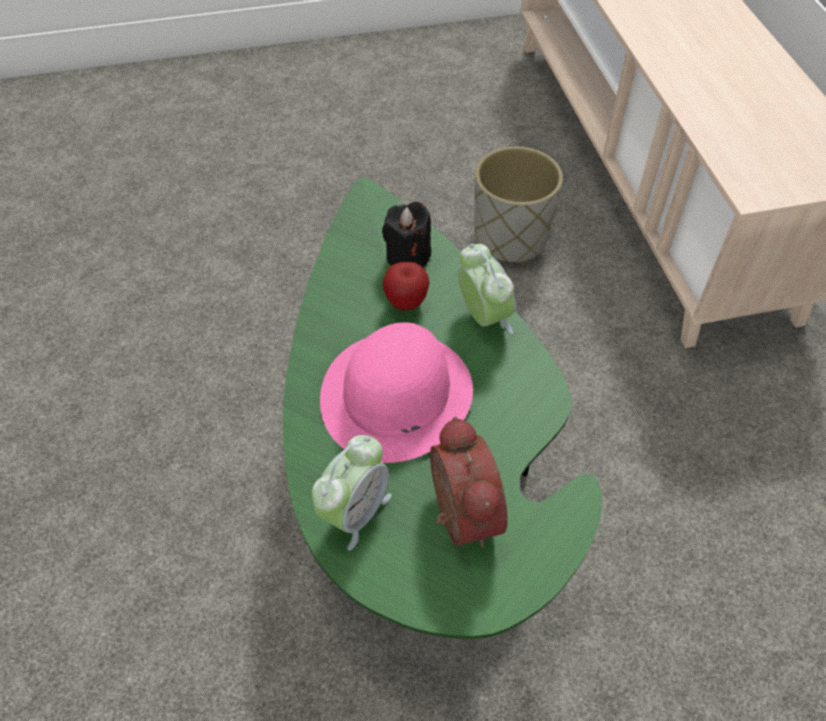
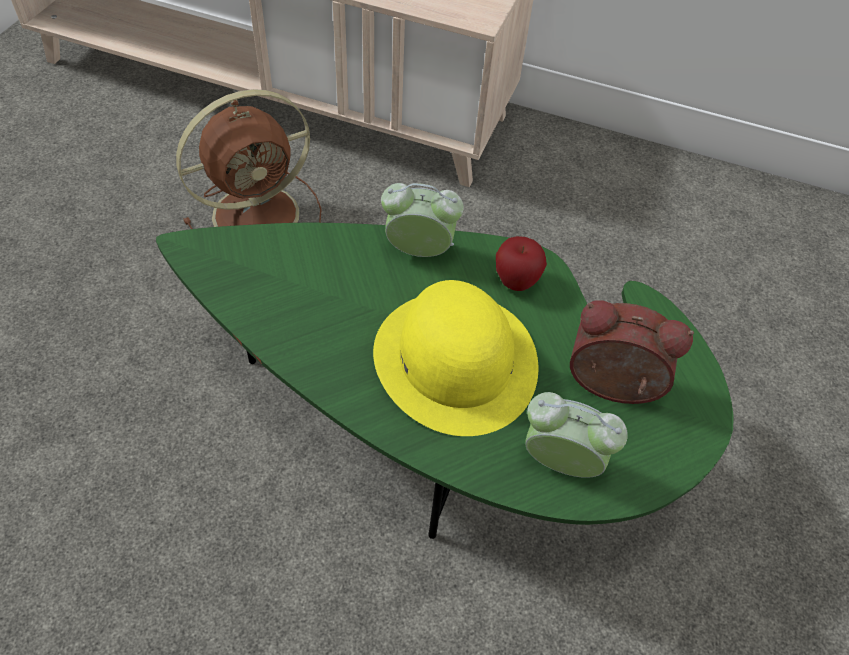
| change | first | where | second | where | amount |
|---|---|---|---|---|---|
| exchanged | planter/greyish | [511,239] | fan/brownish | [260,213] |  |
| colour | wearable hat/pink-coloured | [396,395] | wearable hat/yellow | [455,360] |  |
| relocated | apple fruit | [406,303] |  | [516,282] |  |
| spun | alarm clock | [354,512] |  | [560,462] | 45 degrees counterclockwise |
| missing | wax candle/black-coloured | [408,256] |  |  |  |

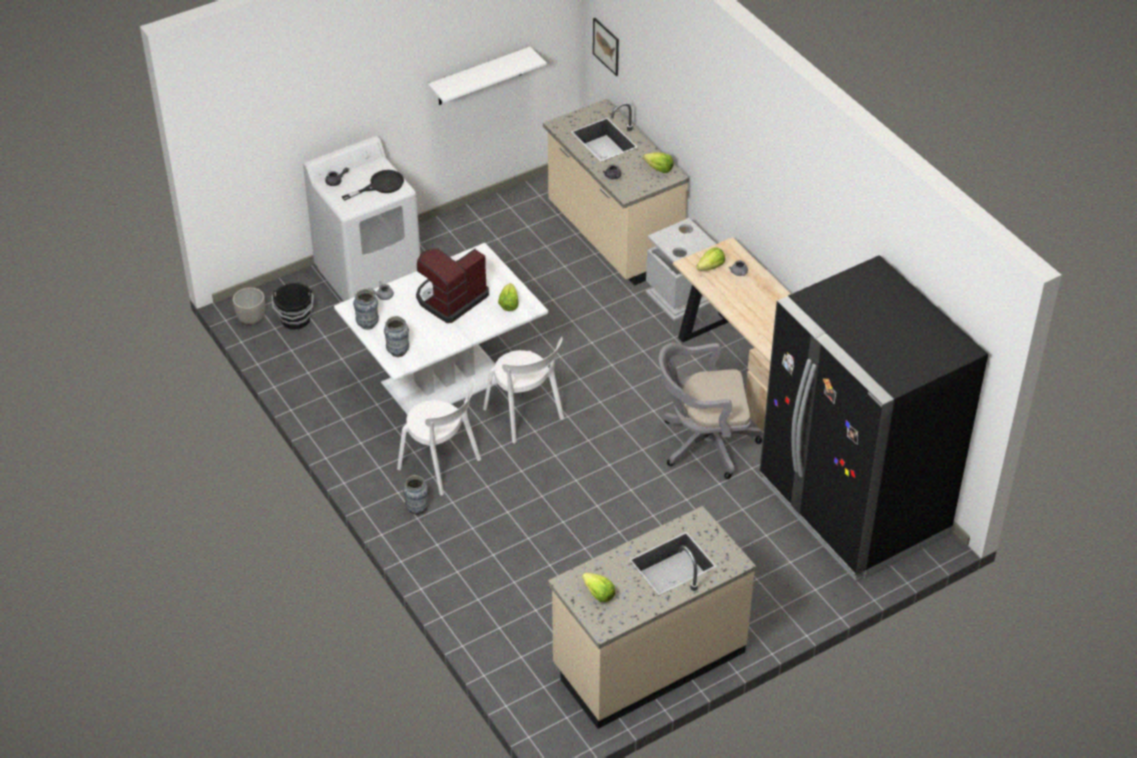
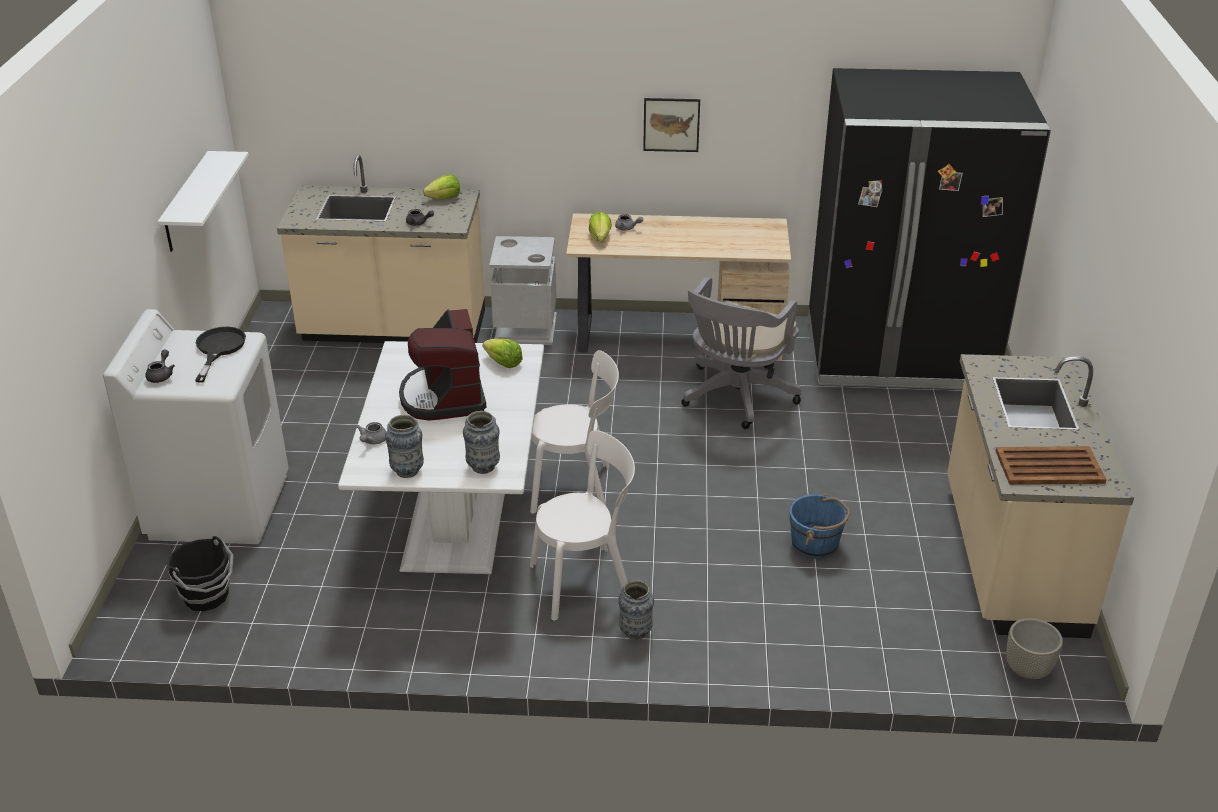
| change | first | where | second | where | amount |
|---|---|---|---|---|---|
| relocated | wall art | [606,46] |  | [671,124] |  |
| appeared |  |  | water bucket/bluish | [815,544] |  |
| exchanged | head of lettuce | [598,594] | carrying tray/brownish | [1050,467] |  |
| relocated | planter/greyish | [251,319] |  | [1028,670] |  |

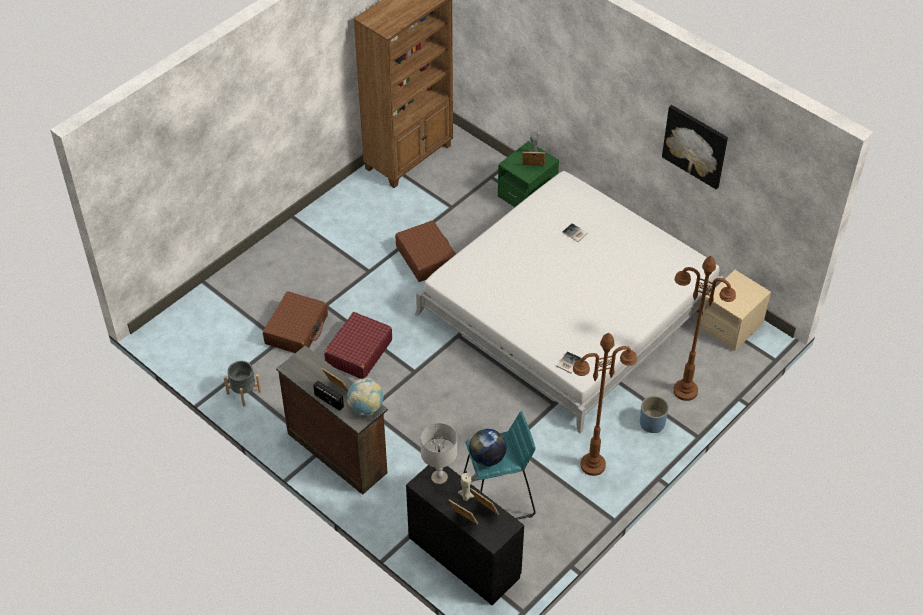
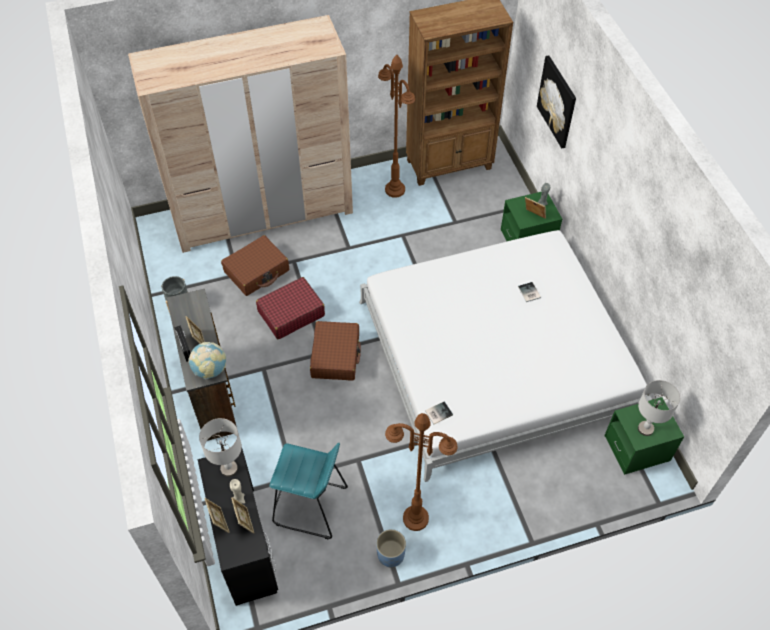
| change | first | where | second | where | amount |
|---|---|---|---|---|---|
| appeared |  |  | wardrobe/sand-coloured | [263,213] |  |
| relocated | piece of luggage/brownish | [426,257] |  | [335,356] |  |
| relocated | planter/bluish | [652,423] |  | [390,554] |  |
| relocated | standing lamp/brownish | [685,391] |  | [394,190] |  |
| relocated | wall art | [695,146] |  | [557,101] |  |
| colour | nightstand/sand-coloured | [731,326] | nightstand/greenish | [637,448] |  |
| appeared |  |  | table lamp/greyish | [645,429] |  |
| missing | desk globe | [487,458] |  |  |  |

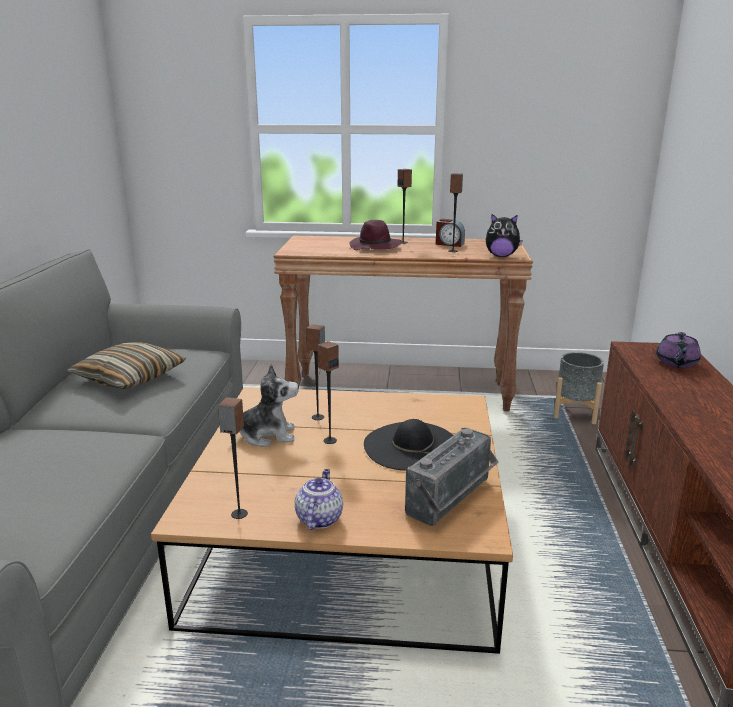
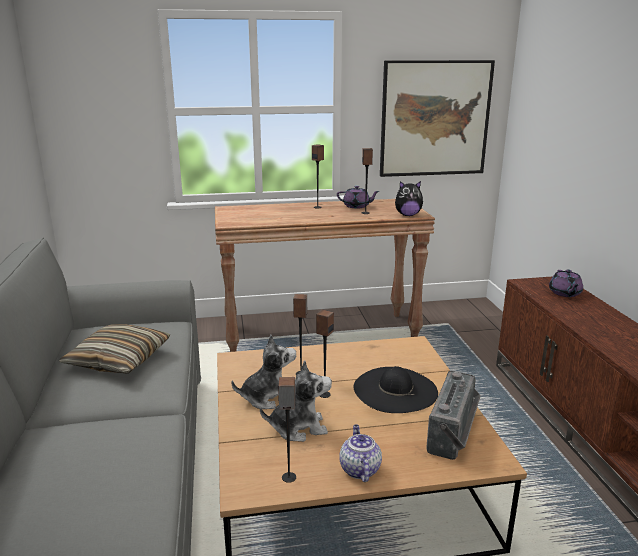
| change | first | where | second | where | amount |
|---|---|---|---|---|---|
| appeared |  |  | plush toy | [298,427] |  |
| exchanged | alarm clock | [449,244] | tea pot/purplish | [357,206] |  |
| appeared |  |  | wall art | [434,119] |  |
| missing | wearable hat/purplish | [375,247] |  |  |  |
| missing | planter/greyish | [575,412] |  |  |  |

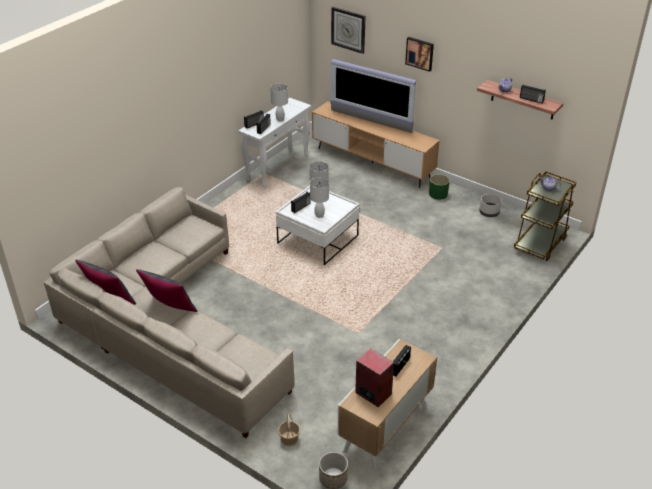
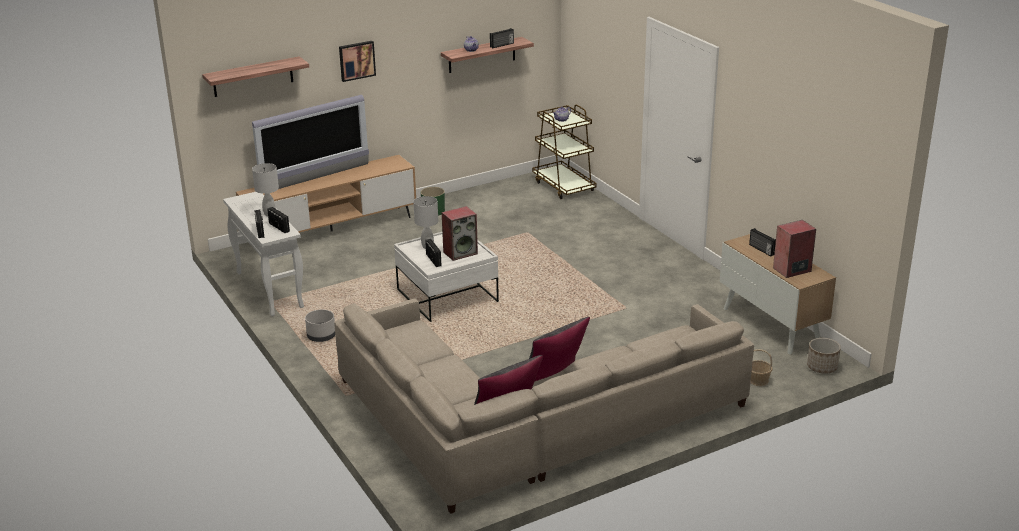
| change | first | where | second | where | amount |
|---|---|---|---|---|---|
| exchanged | hanging clock | [348,29] | wall shelf | [253,77] |  |
| relocated | planter/greyish | [489,212] |  | [321,336] |  |
| exchanged | table lamp/white-coloured | [319,215] | speaker | [460,252] |  |

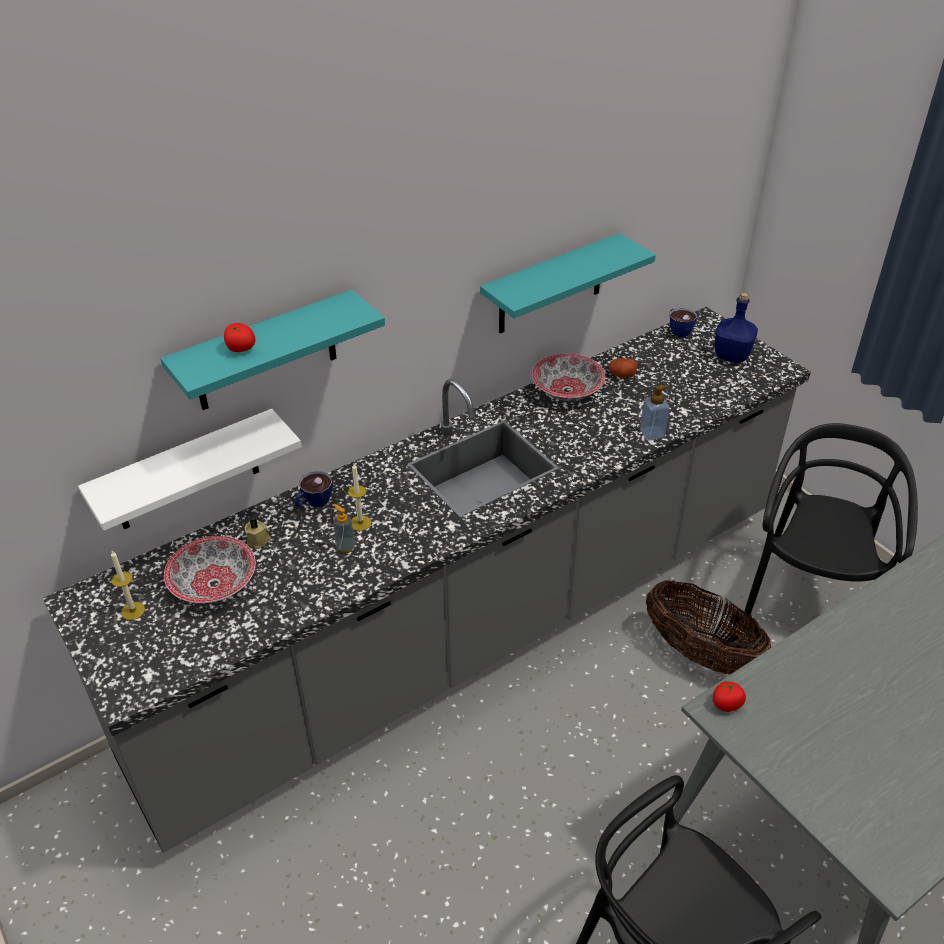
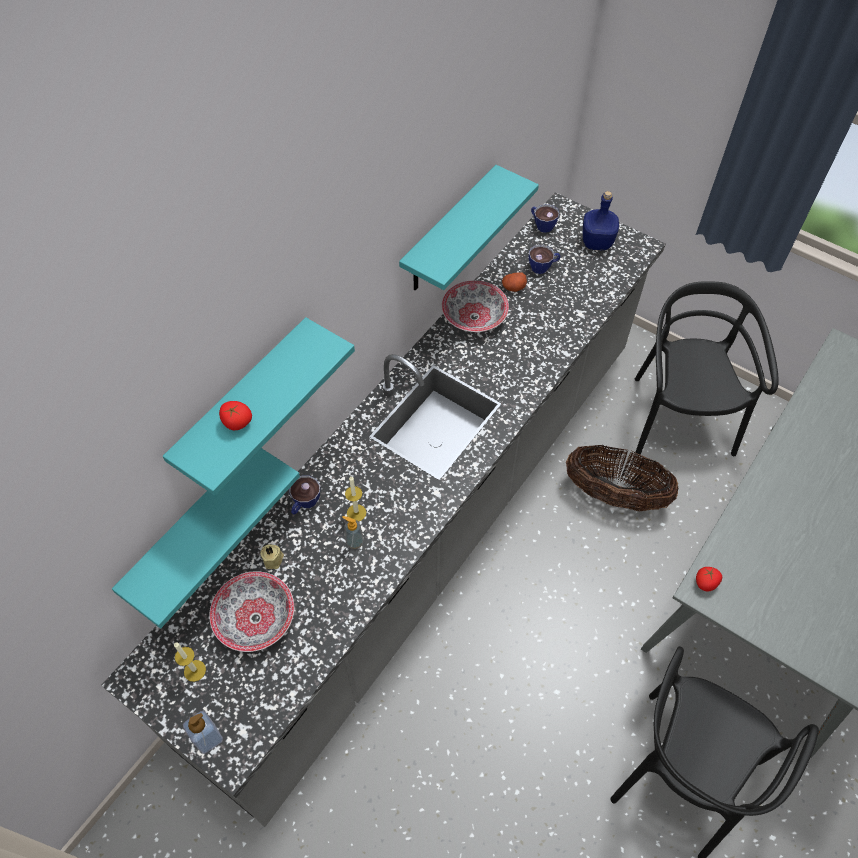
| change | first | where | second | where | amount |
|---|---|---|---|---|---|
| colour | wall shelf/white-coloured | [186,472] | wall shelf/turquoise | [194,528] |  |
| relocated | liquid soap bottle | [652,433] |  | [208,738] |  |
| appeared |  |  | small cup | [543,267] |  |

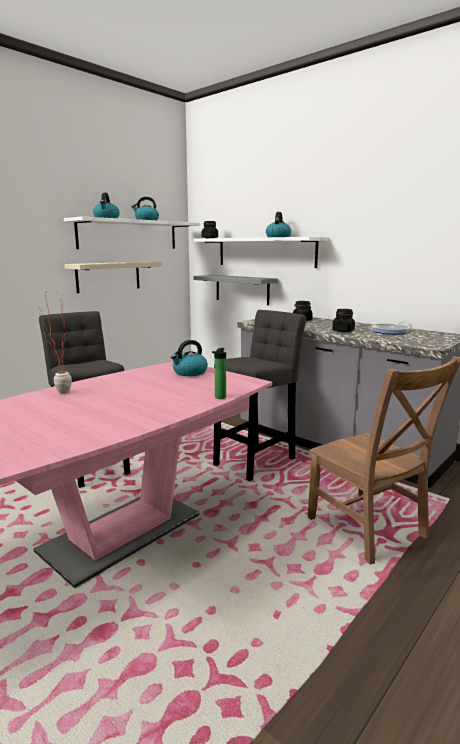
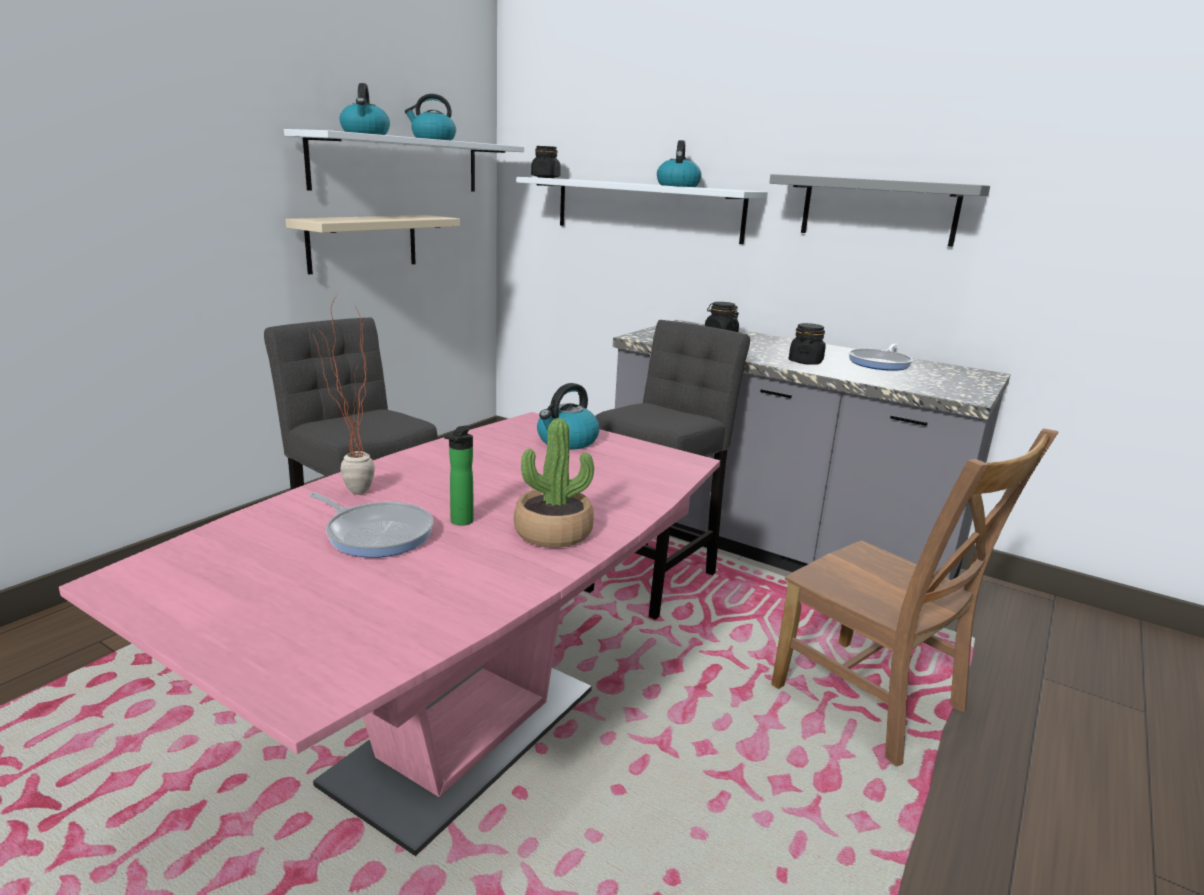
| change | first | where | second | where | amount |
|---|---|---|---|---|---|
| appeared |  |  | skillet | [376,533] |  |
| relocated | drink bottle | [219,397] |  | [460,522] |  |
| appeared |  |  | houseplant | [553,533] |  |
| relocated | wall shelf/greyish | [242,289] |  | [878,210] |  |

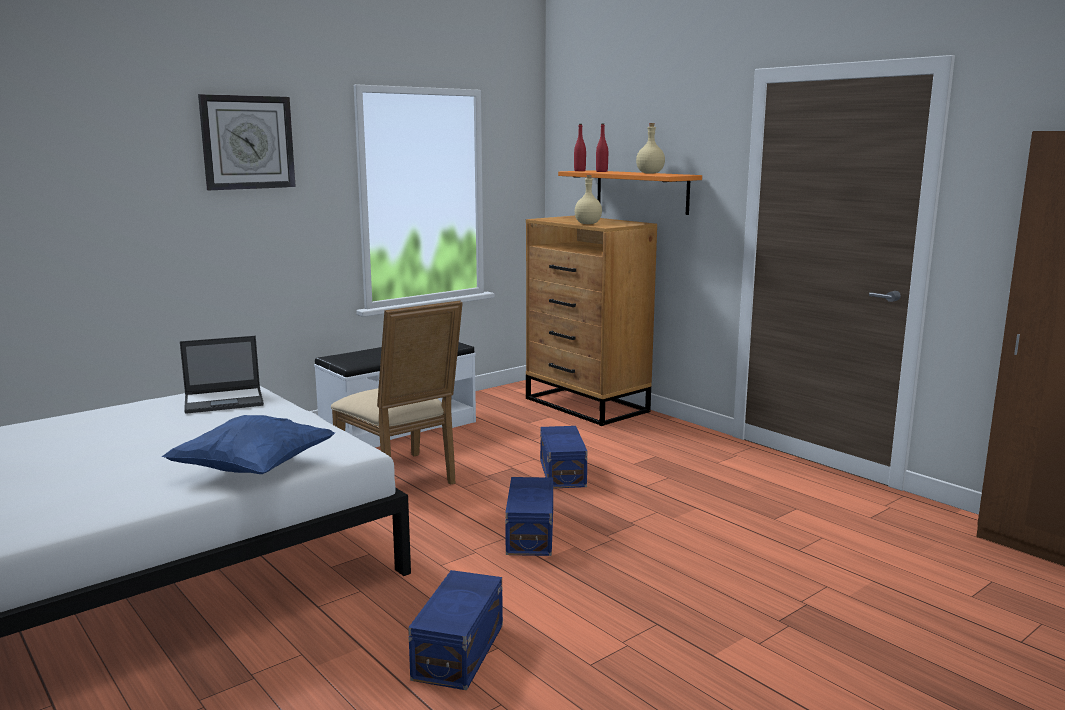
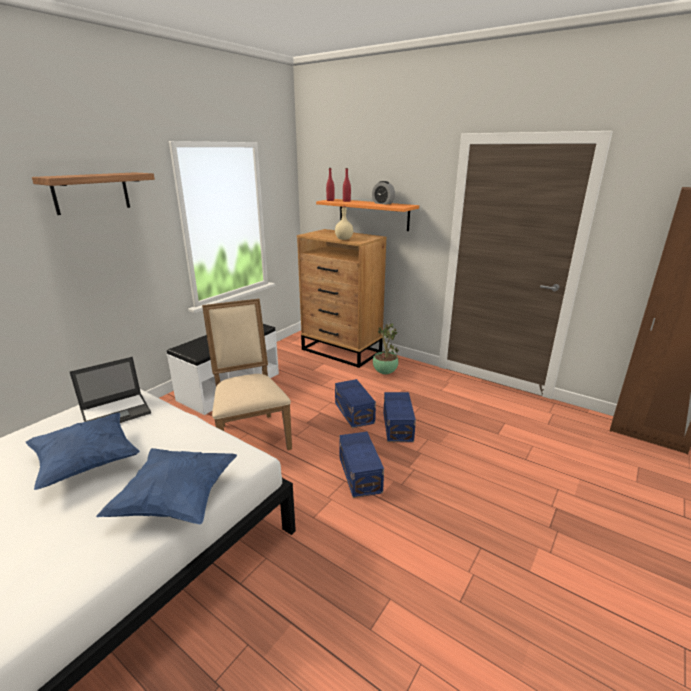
| change | first | where | second | where | amount |
|---|---|---|---|---|---|
| appeared |  |  | cushion/bluish | [87,463] |  |
| exchanged | hanging clock | [247,142] | wall shelf | [91,193] |  |
| spun | upright chair/sand-coloured | [402,479] |  | [251,434] | 150 degrees counterclockwise |
| exchanged | drink bottle/sand-coloured | [650,173] | alarm clock | [383,203] |  |
| appeared |  |  | houseplant | [384,372] |  |
| relocated | storage container/bluish | [461,650] |  | [398,426] |  |

